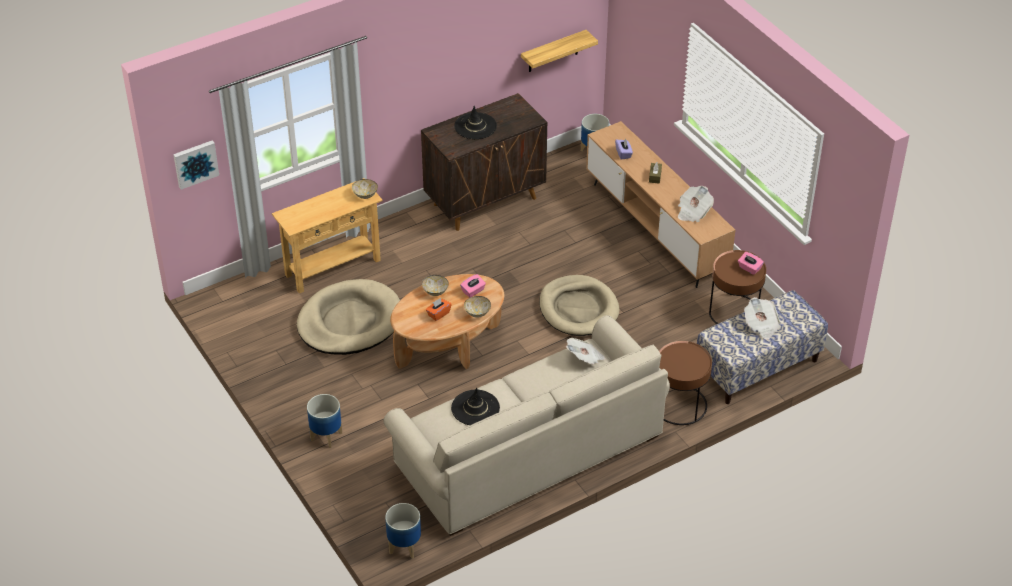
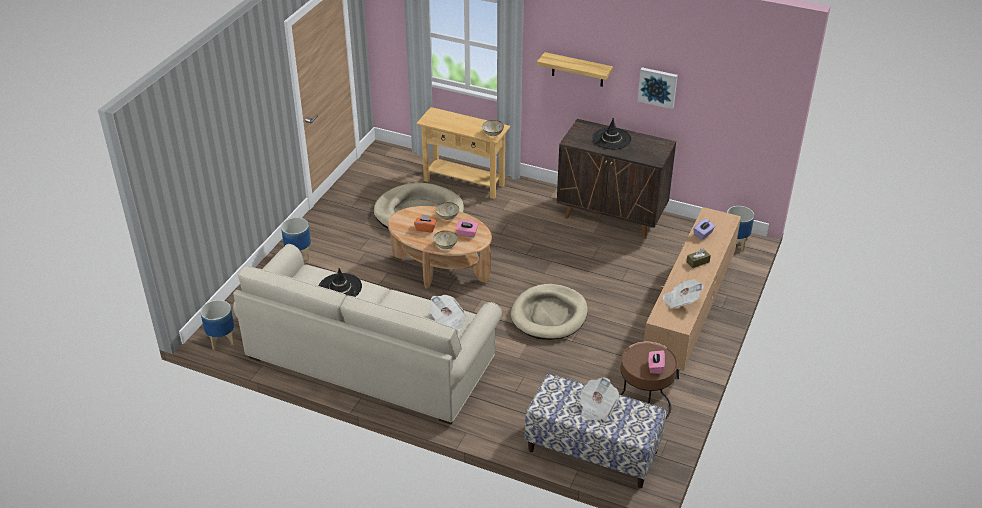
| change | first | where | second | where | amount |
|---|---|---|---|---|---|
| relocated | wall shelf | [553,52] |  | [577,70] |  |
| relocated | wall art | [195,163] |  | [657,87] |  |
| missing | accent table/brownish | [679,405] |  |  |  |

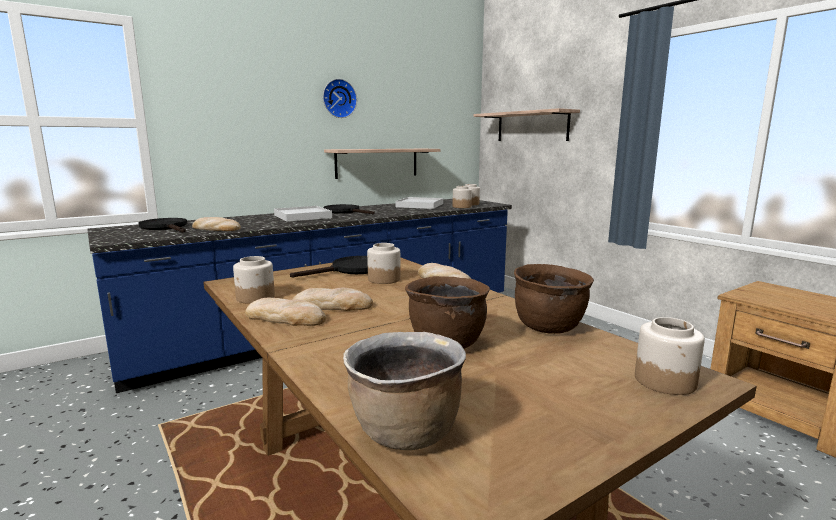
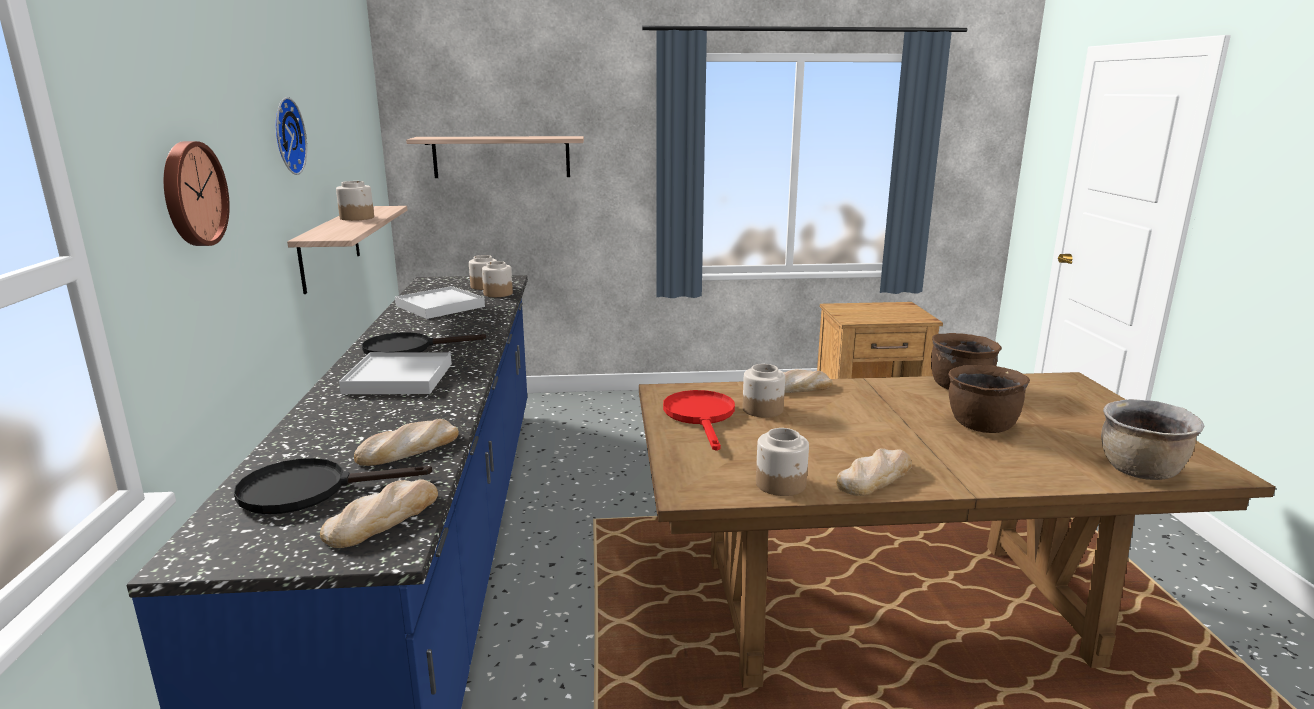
| change | first | where | second | where | amount |
|---|---|---|---|---|---|
| appeared |  |  | hanging clock | [191,194] |  |
| relocated | baked bread | [333,305] |  | [382,518] |  |
| relocated | jar | [665,381] |  | [357,218] |  |
| colour | skillet/black-coloured | [351,270] | skillet/reddish | [701,417] |  |

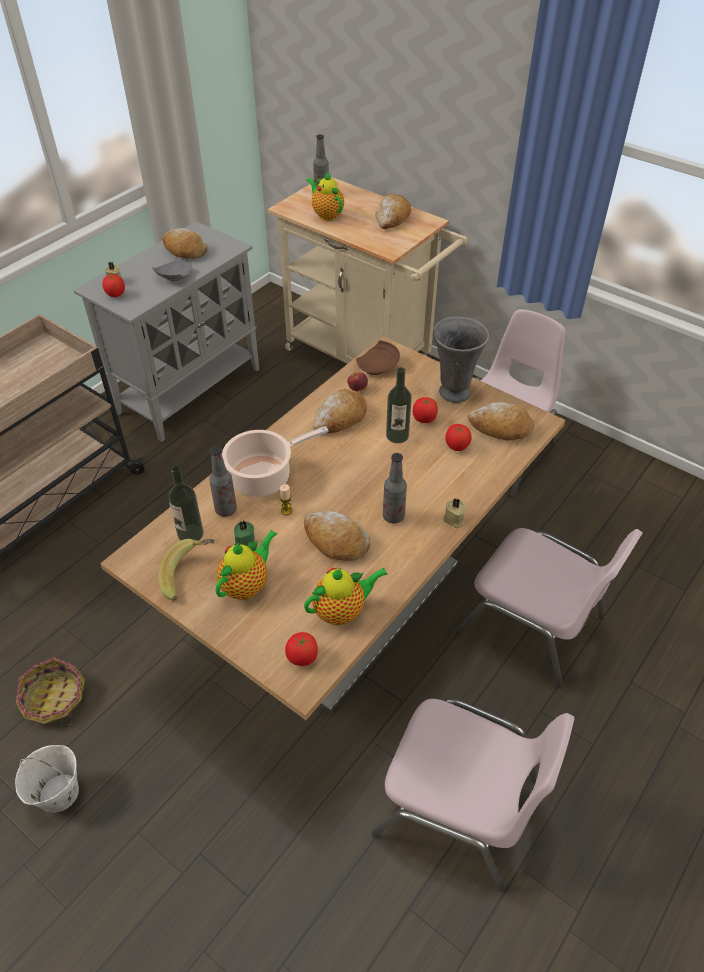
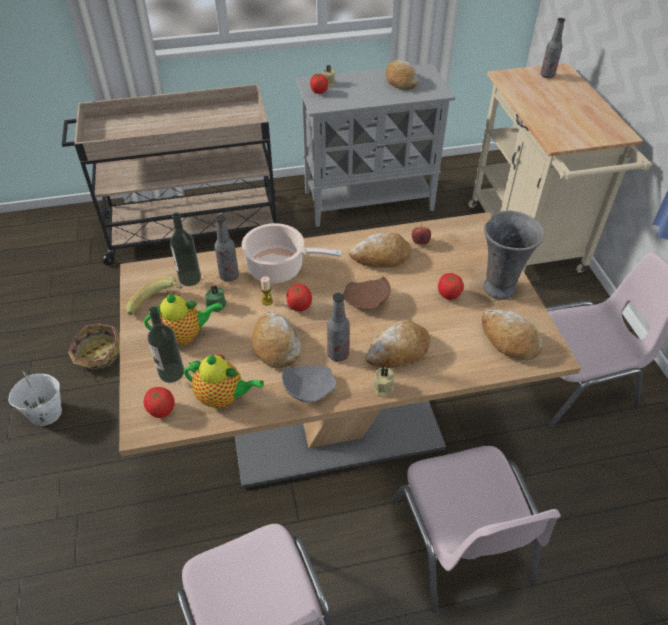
| change | first | where | second | where | amount |
|---|---|---|---|---|---|
| relocated | drink bottle | [397,435] |  | [171,373] |  |
| relocated | plate/greyish | [173,277] |  | [308,388] |  |
| relocated | fresh tomato | [456,446] |  | [299,306] |  |
| relocated | plate/brownish | [378,366] |  | [366,301] |  |
| relocated | baked bread | [392,218] |  | [398,351] |  |
| missing | tea pot | [326,214] |  |  |  |

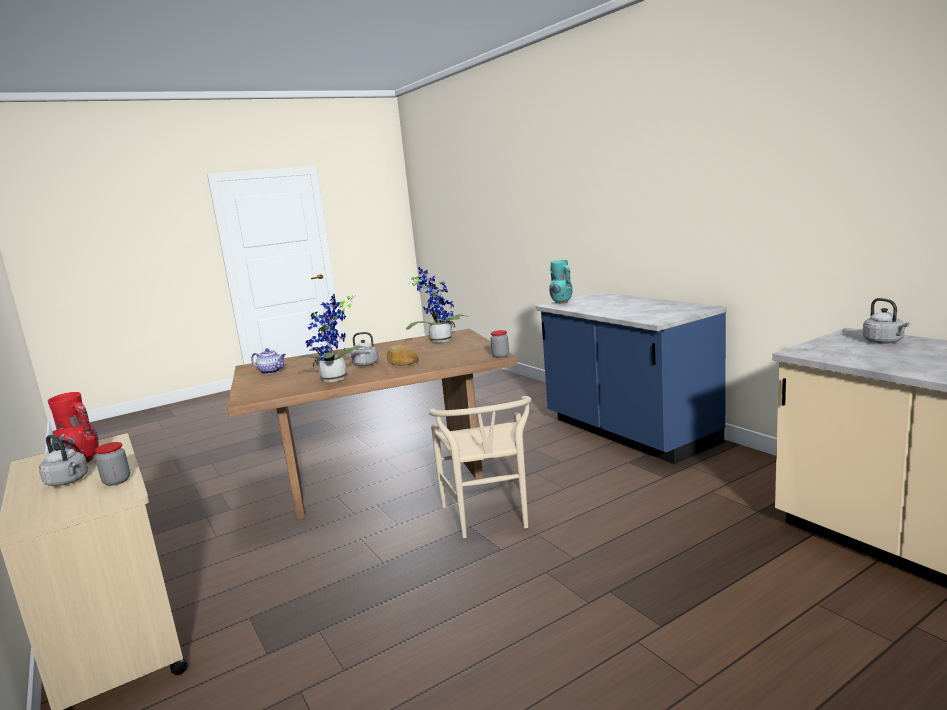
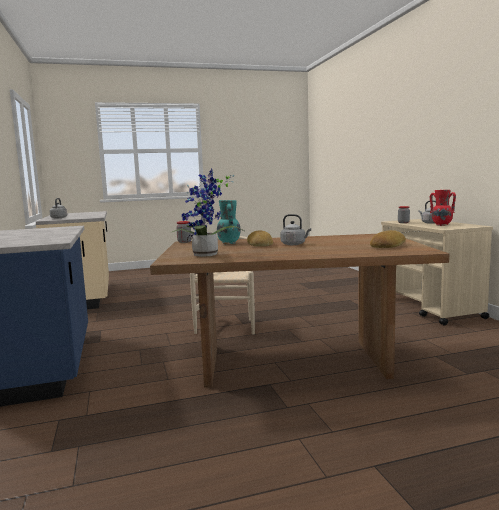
| change | first | where | second | where | amount |
|---|---|---|---|---|---|
| relocated | flower vase/turquoise | [561,302] |  | [229,243] |  |
| exchanged | tea pot | [271,371] | baked bread | [387,245] |  |
| missing | houseplant | [335,380] |  |  |  |

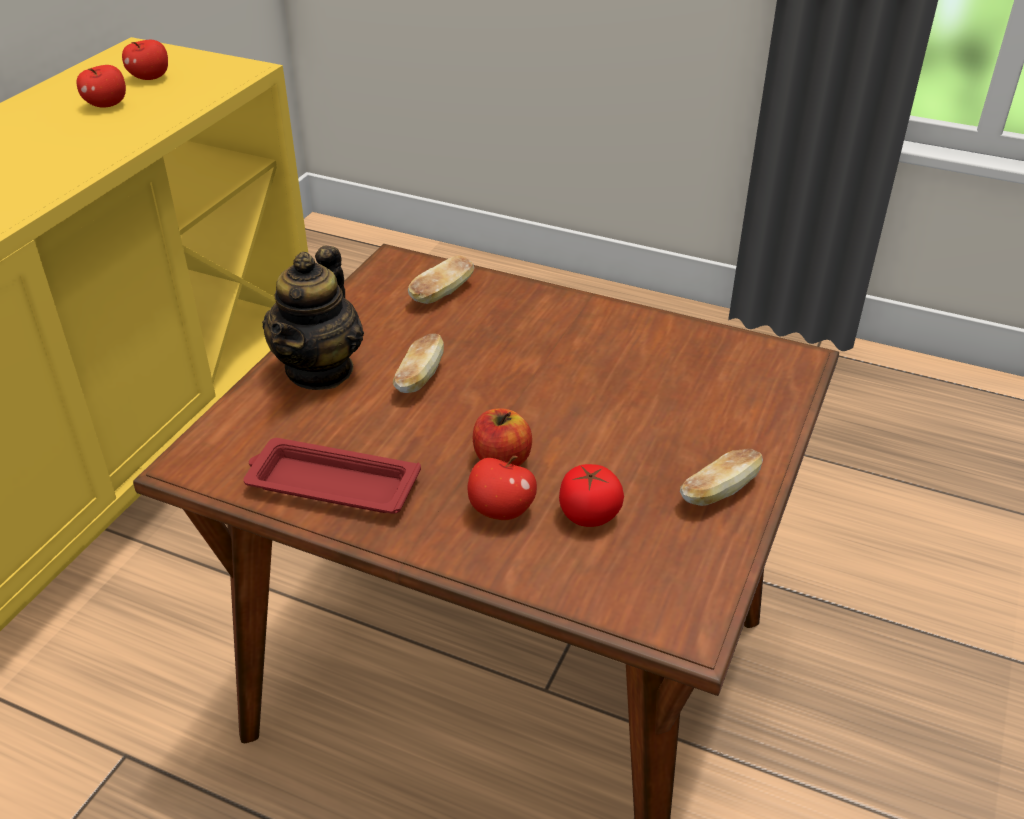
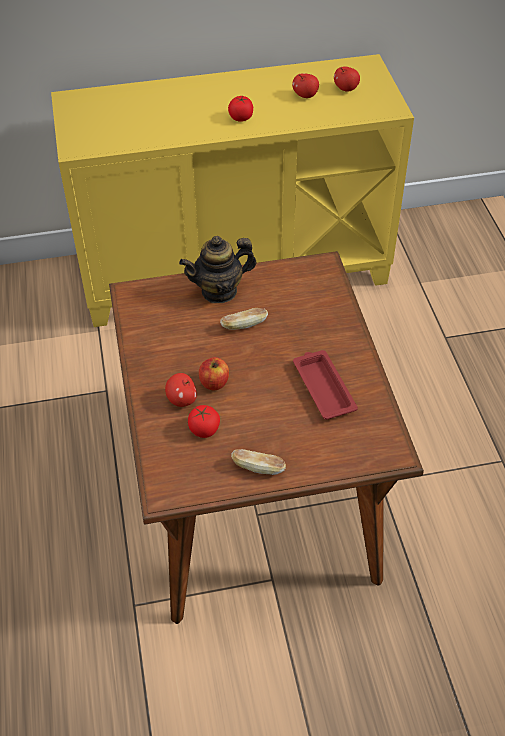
| change | first | where | second | where | amount |
|---|---|---|---|---|---|
| appeared |  |  | fresh tomato | [241,117] |  |
| relocated | carrying tray/reddish | [330,484] |  | [323,387] |  |
| missing | baked bread | [442,294] |  |  |  |

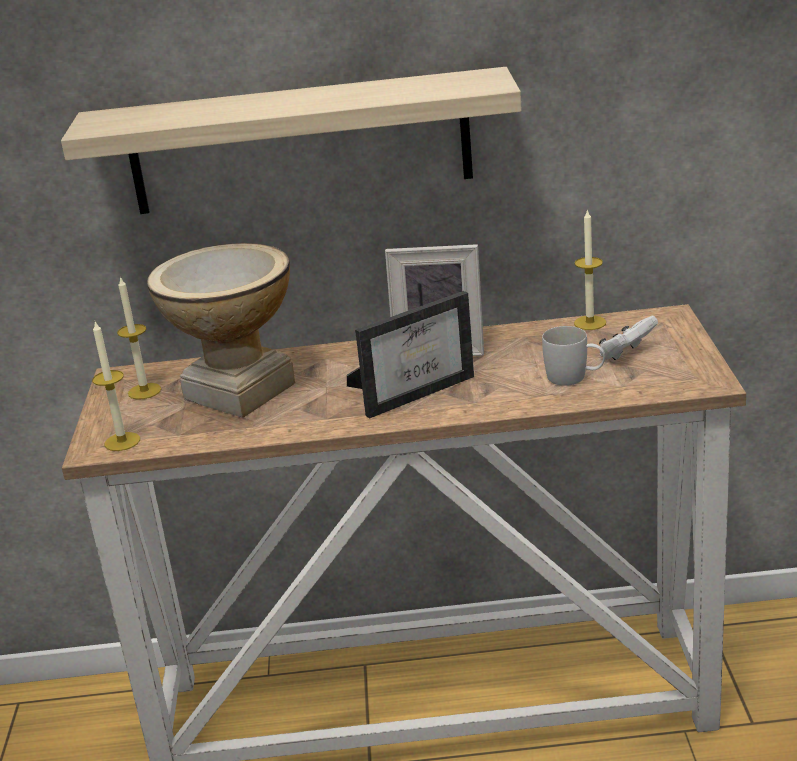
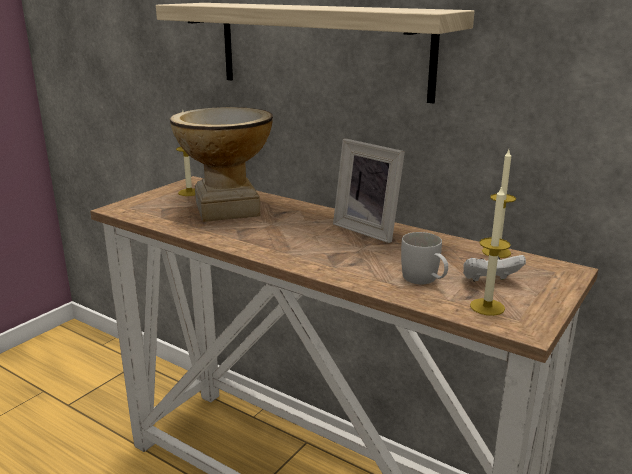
| change | first | where | second | where | amount |
|---|---|---|---|---|---|
| relocated | wax candle | [122,441] |  | [487,307] |  |
| missing | picture frame | [415,391] |  |  |  |

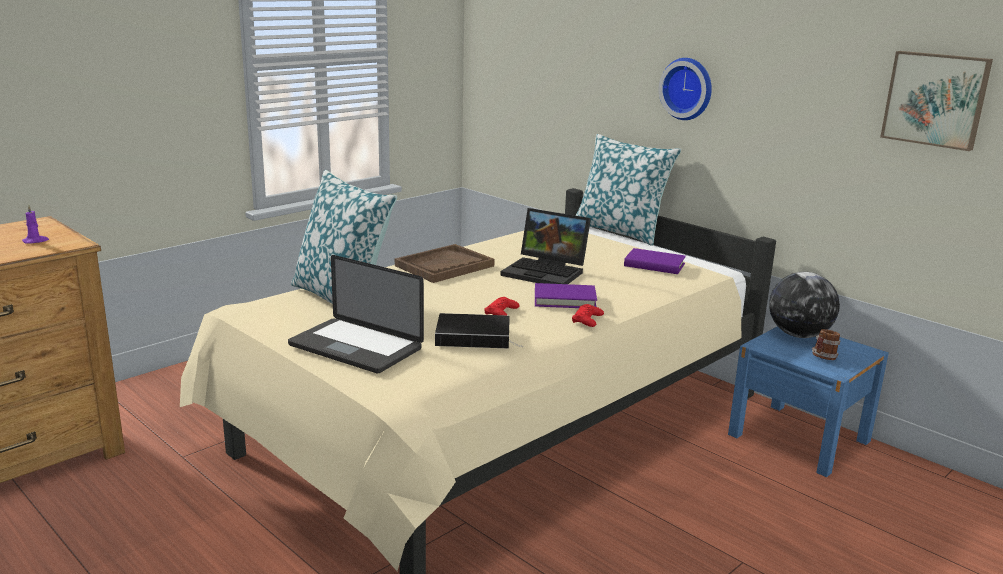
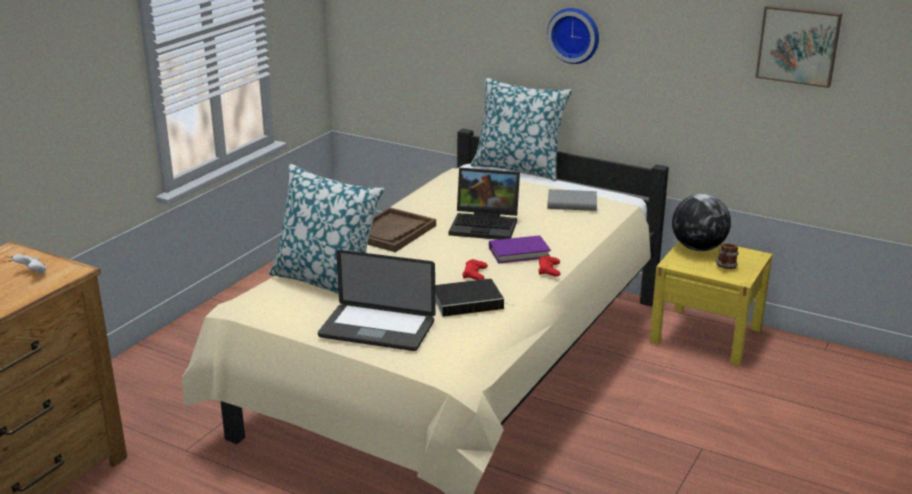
| change | first | where | second | where | amount |
|---|---|---|---|---|---|
| exchanged | wax candle/purplish | [36,241] | game controller/white-coloured | [33,273] |  |
| colour | volume/purplish | [654,265] | volume/greyish | [572,203] |  |
| colour | nightstand/bluish | [799,438] | nightstand/yellow | [706,335] |  |

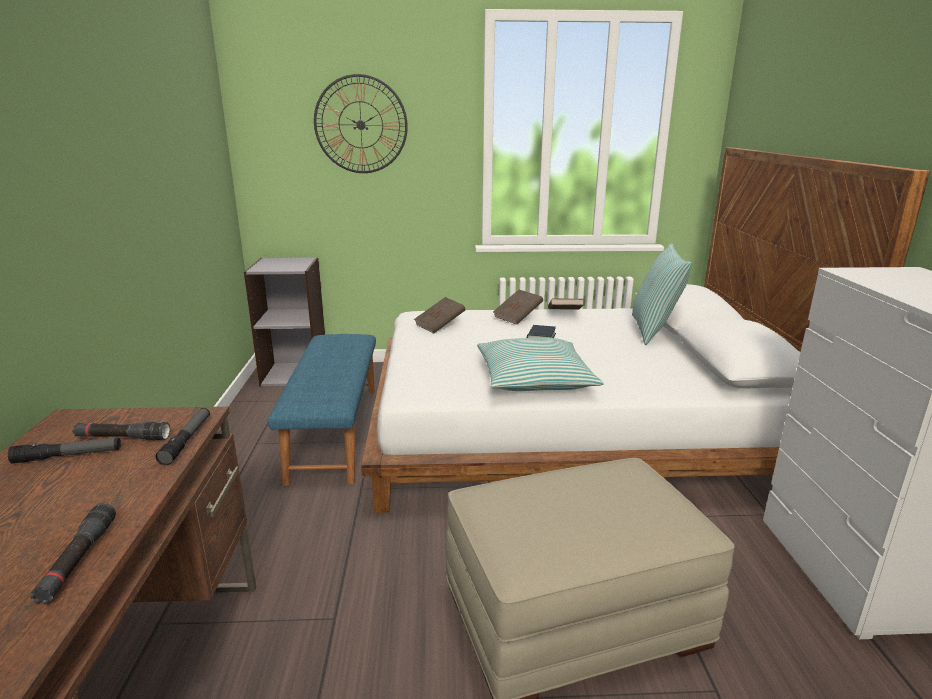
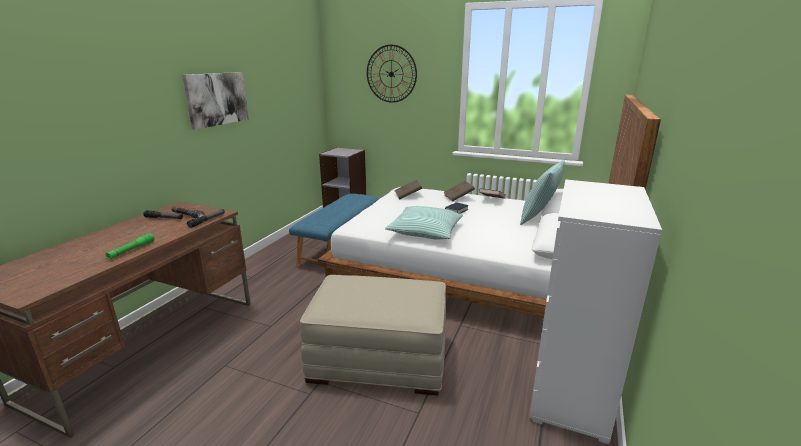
| change | first | where | second | where | amount |
|---|---|---|---|---|---|
| colour | hand torch/black-coloured | [78,560] | hand torch/greenish | [131,250] |  |
| appeared |  |  | wall art | [217,99] |  |

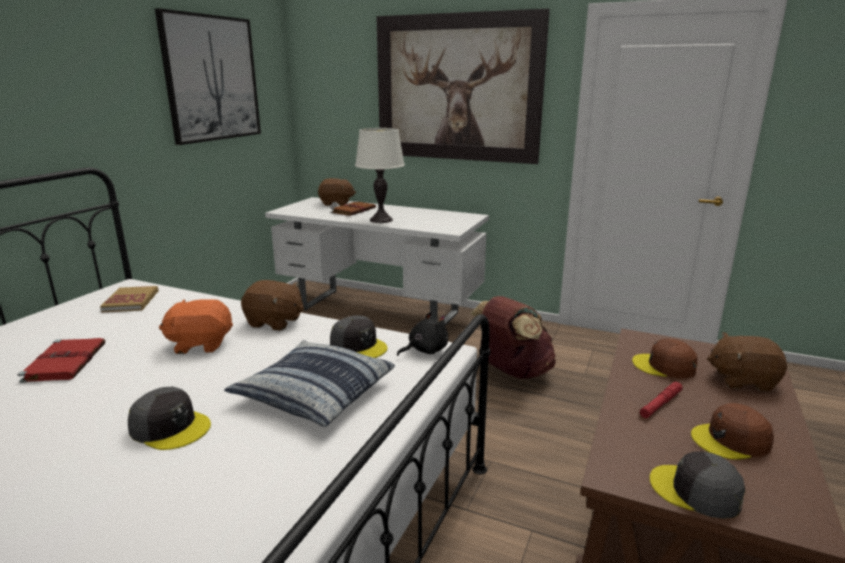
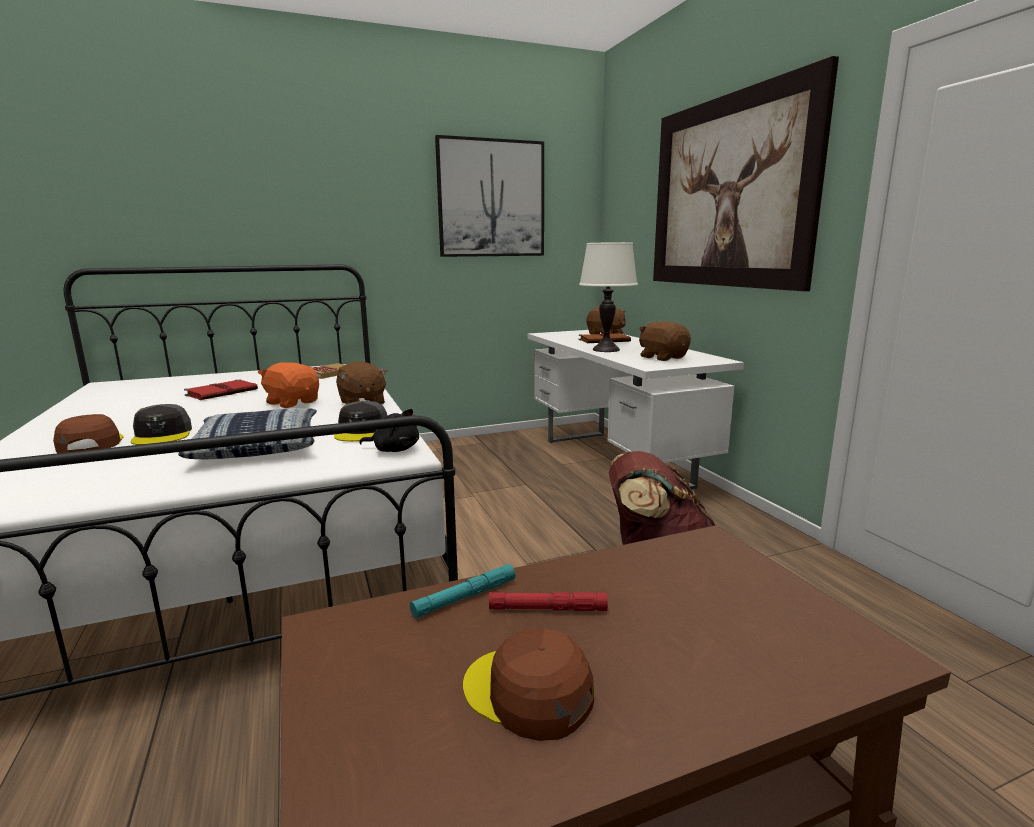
| change | first | where | second | where | amount |
|---|---|---|---|---|---|
| relocated | baseball cap/brownish | [664,366] |  | [90,444] |  |
| appeared |  |  | hand torch/turquoise | [465,597] |  |
| relocated | plush toy/brownish | [742,380] |  | [662,357] |  |
| missing | baseball cap/greyish | [696,491] |  |  |  |

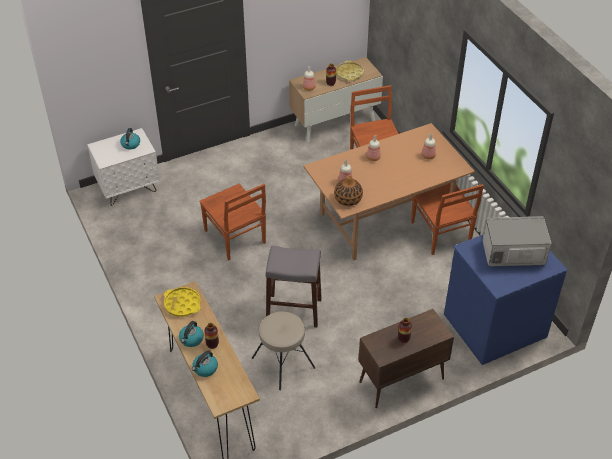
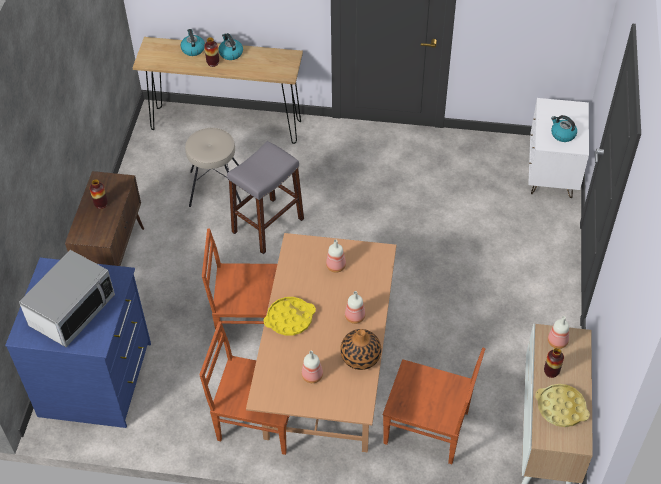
| change | first | where | second | where | amount |
|---|---|---|---|---|---|
| relocated | upright chair/brownish | [235,238] |  | [251,321] |  |
| relocated | carrying tray/yellow | [182,304] |  | [289,319] |  |
| relocated | flower vase | [348,199] |  | [360,357] |  |

